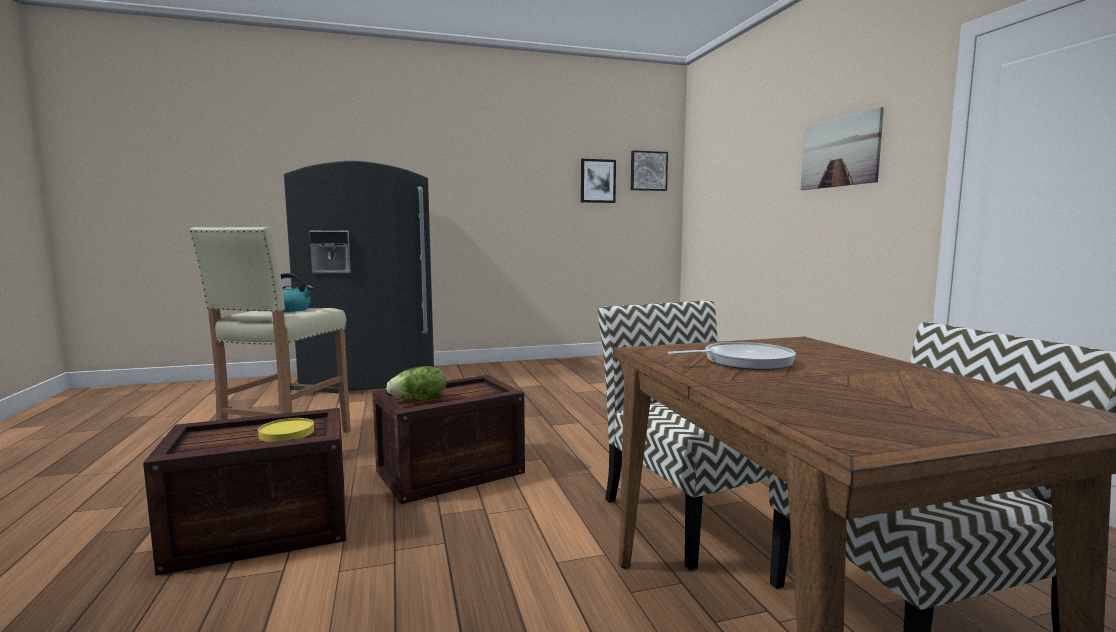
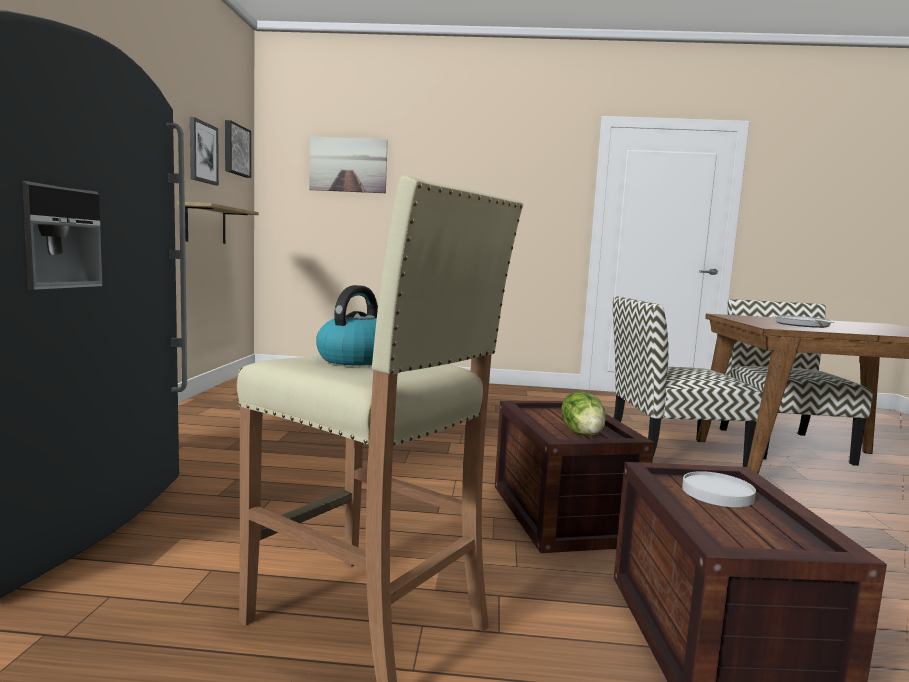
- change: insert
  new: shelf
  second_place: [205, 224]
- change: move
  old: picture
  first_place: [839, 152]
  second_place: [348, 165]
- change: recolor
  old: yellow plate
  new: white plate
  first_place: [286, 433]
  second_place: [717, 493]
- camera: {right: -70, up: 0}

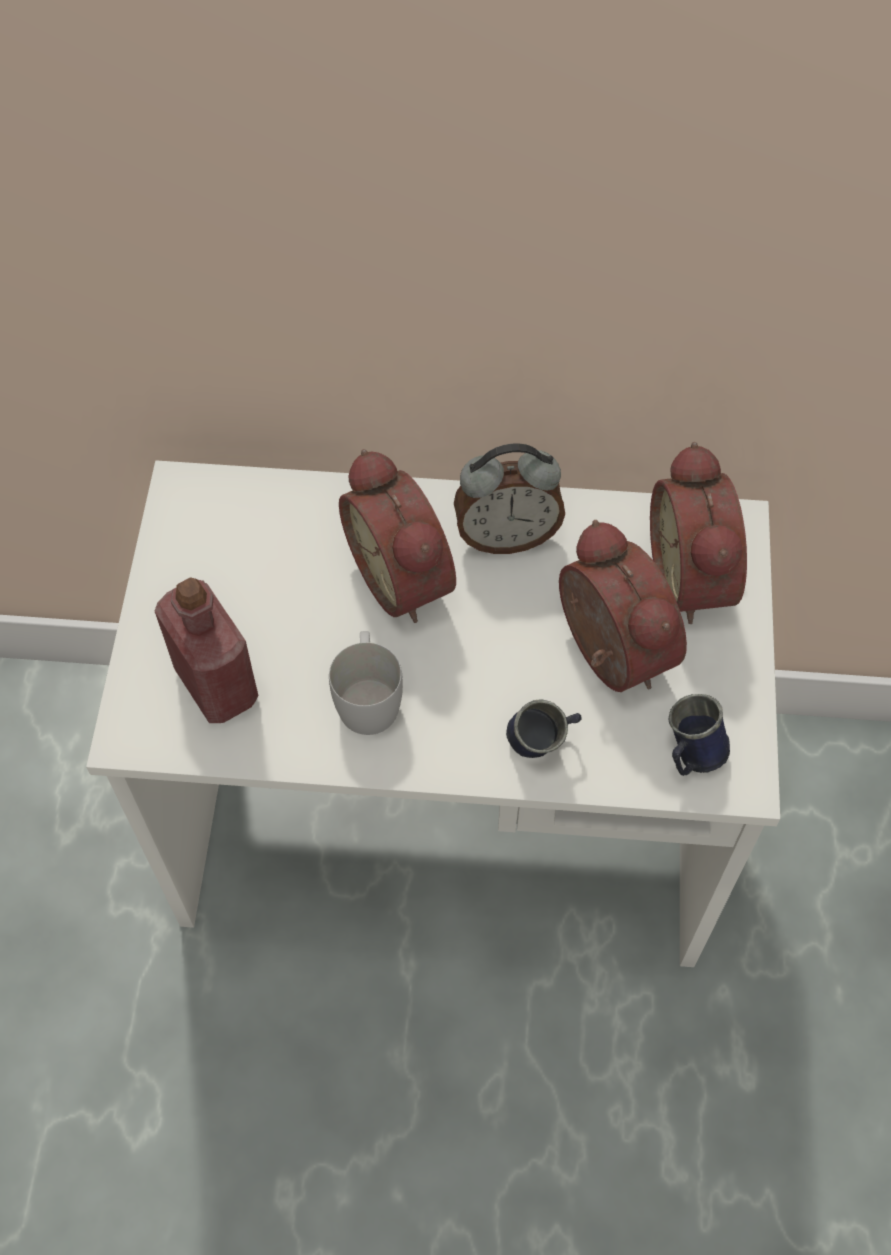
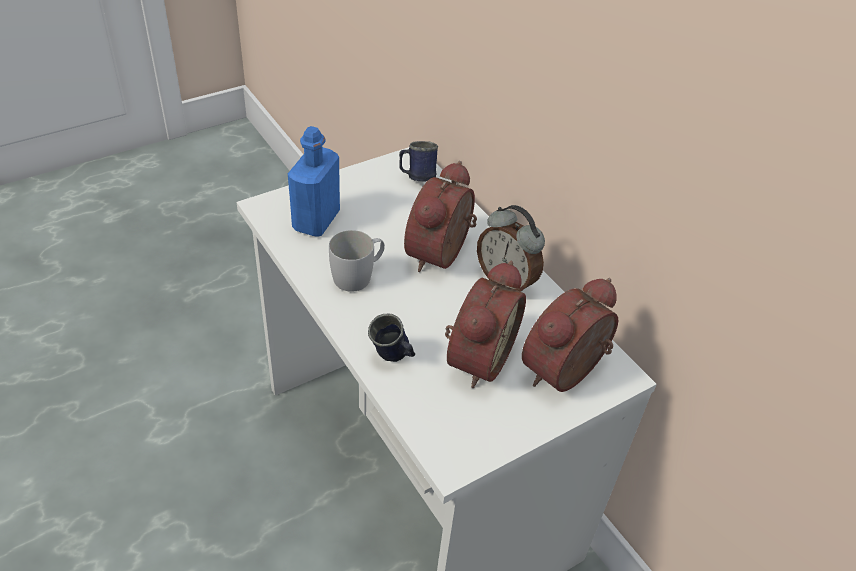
- change: recolor
  old: red bottle
  new: blue bottle
  first_place: [217, 685]
  second_place: [316, 220]
- change: move
  old: blue mug
  first_place: [689, 756]
  second_place: [417, 177]
- camera: {right: 50, up: -15}

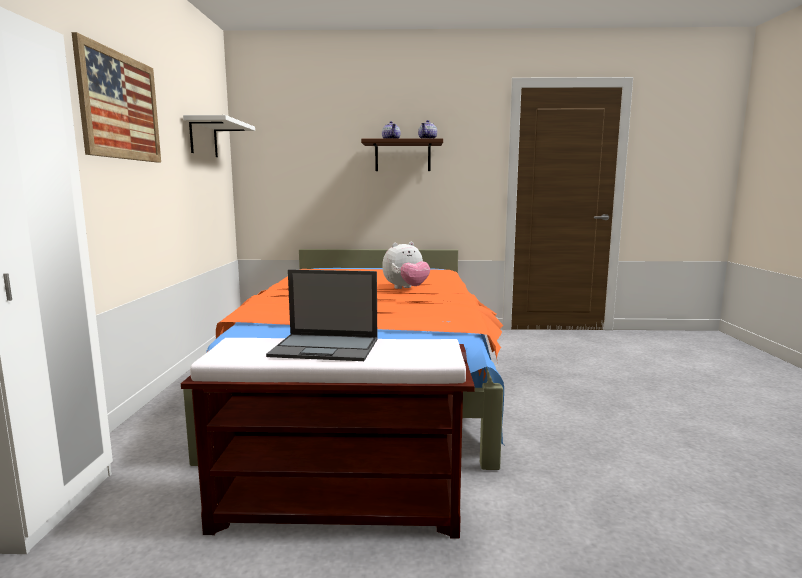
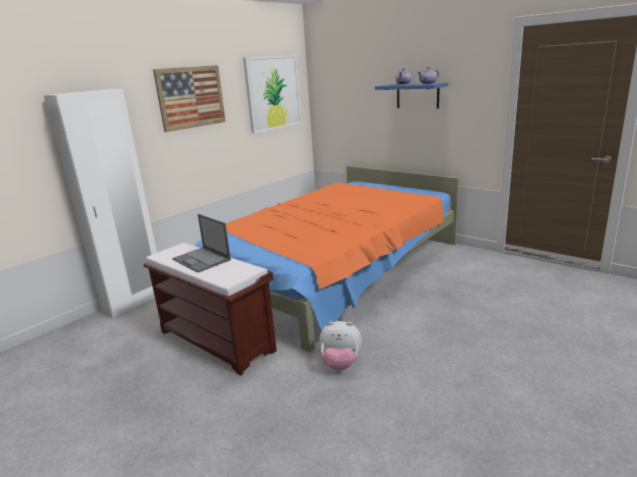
- change: replace
  old: white shelf
  new: picture
  first_place: [203, 138]
  second_place: [273, 93]
- change: move
  old: plush toy
  first_place: [406, 289]
  second_place: [341, 364]
- change: recolor
  old: brown shelf
  new: blue shelf
  first_place: [402, 156]
  second_place: [417, 95]
- camera: {right: 40, up: 10}

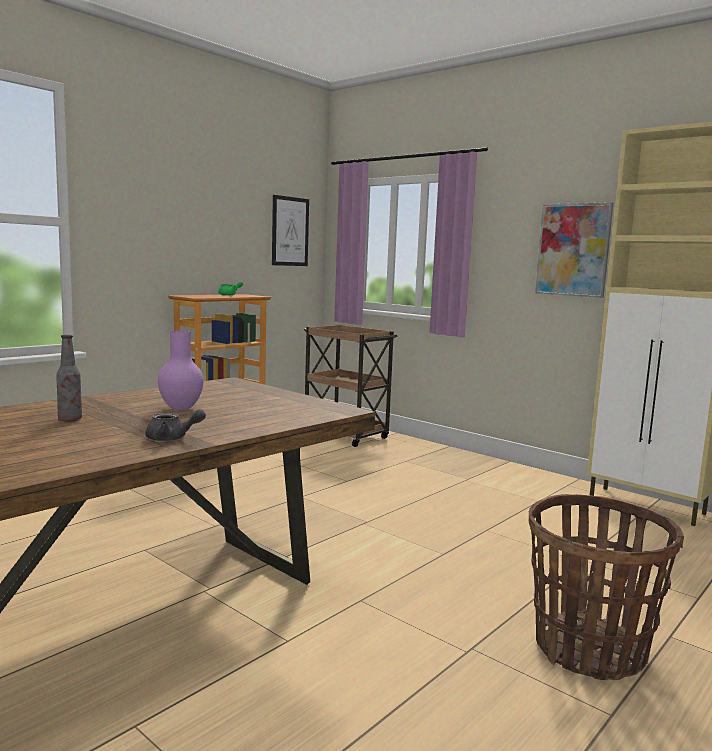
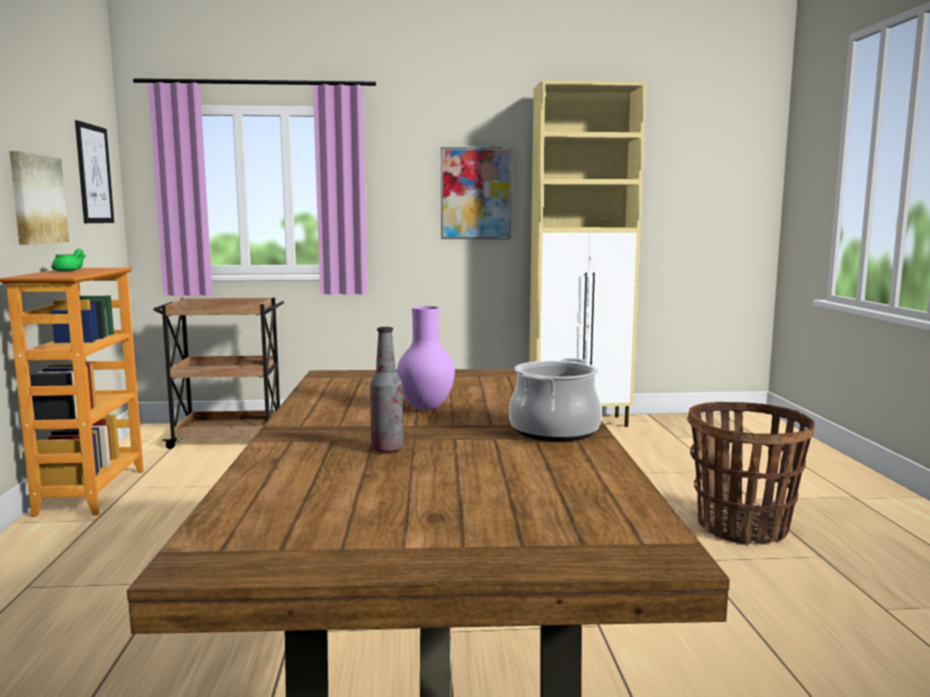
- change: insert
  new: picture
  second_place: [37, 199]
- change: replace
  old: grey teapot
  new: cooking pot
  first_place: [172, 438]
  second_place: [554, 430]
- camera: {right: -45, up: 0}

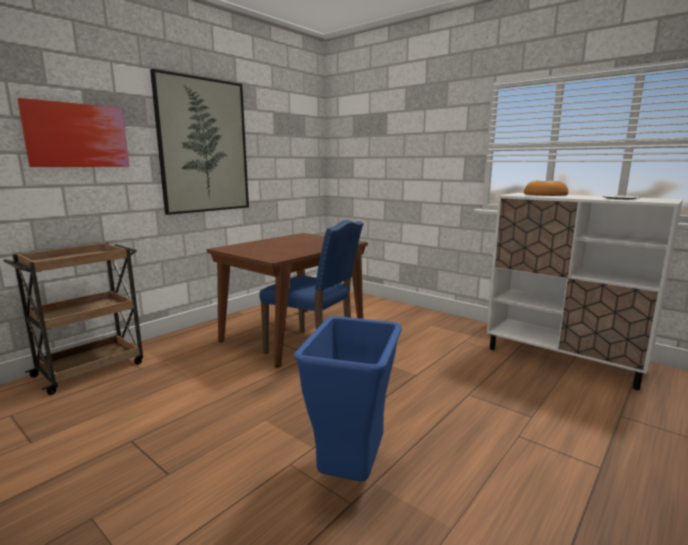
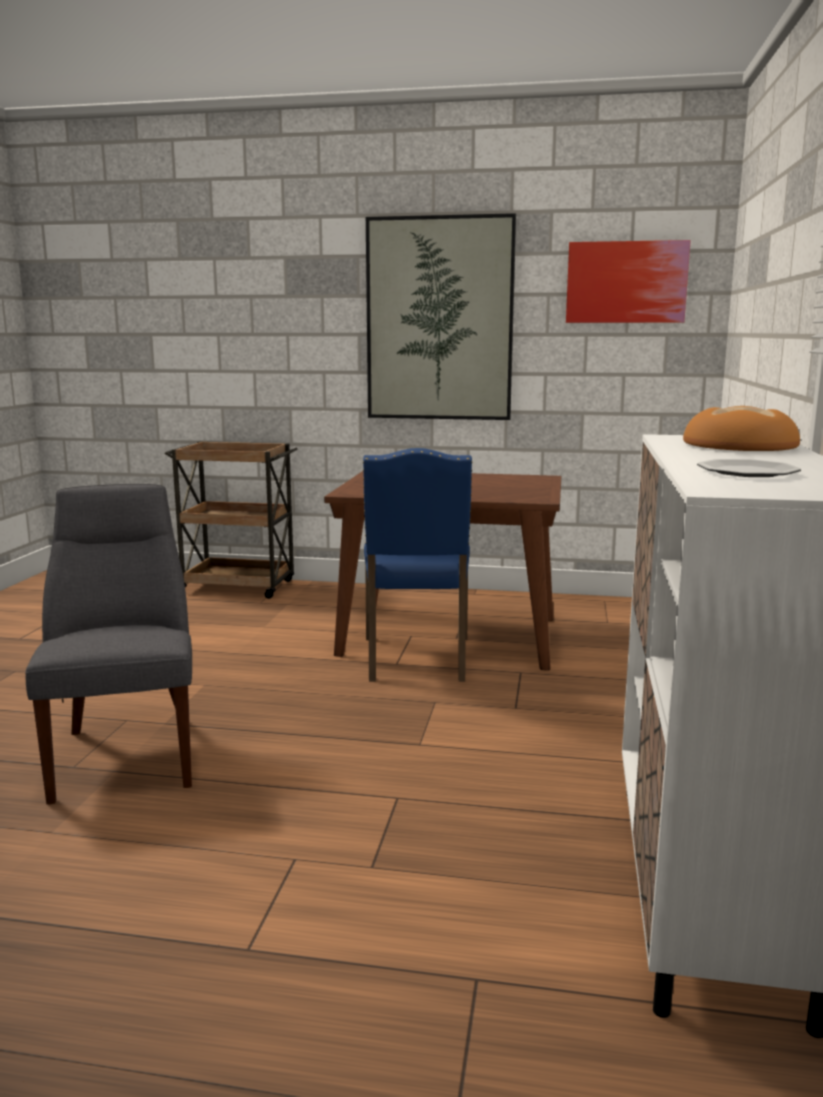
- change: replace
  old: blue trash can
  new: grey chair
  first_place: [350, 472]
  second_place: [127, 753]
- change: move
  old: picture
  first_place: [77, 135]
  second_place: [626, 282]
- camera: {right: 60, up: 0}

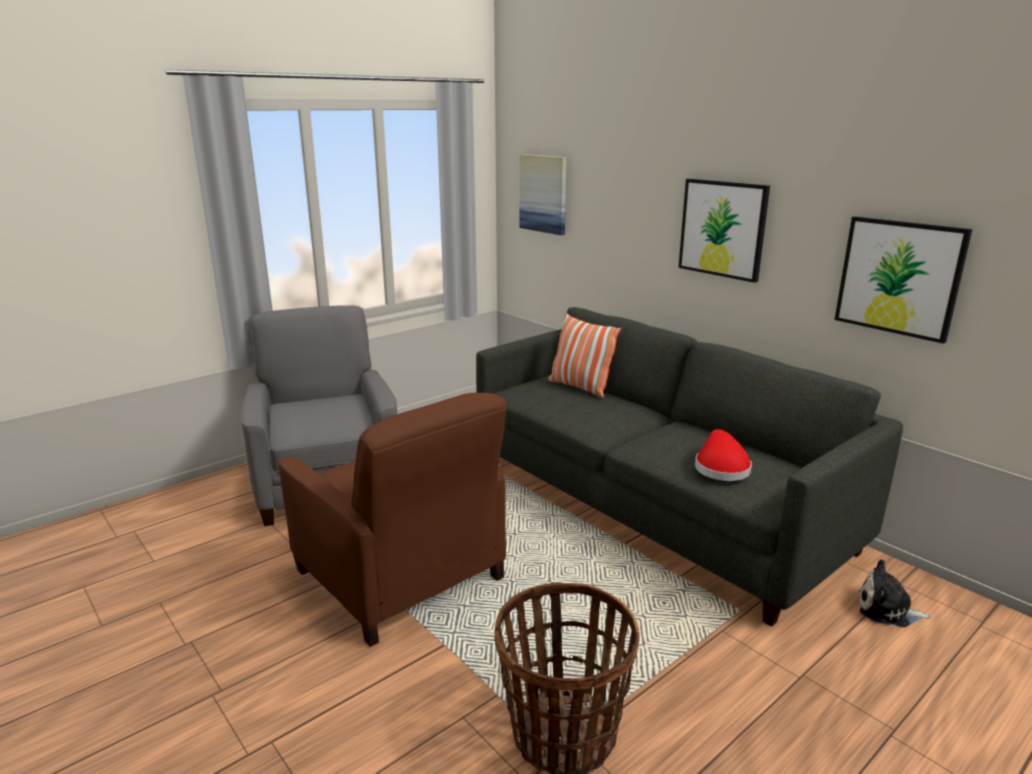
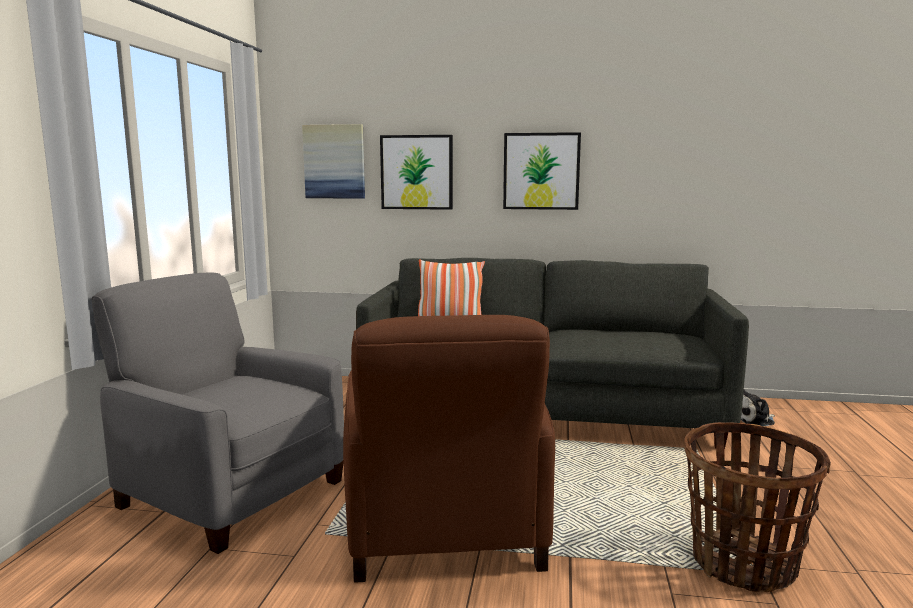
- change: rotate
  old: brown armchair
  first_place: [401, 575]
  second_place: [444, 529]
  degrees: 75
- change: move
  old: picture
  first_place: [899, 277]
  second_place: [417, 172]
- change: delete
  old: red hat
  first_place: [720, 467]
- camera: {right: -40, up: -10}

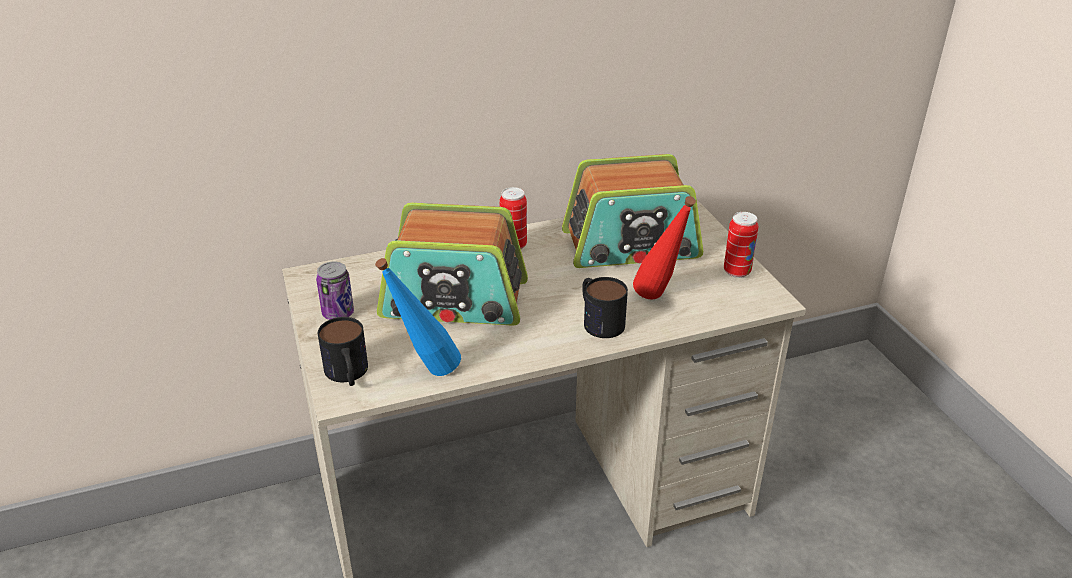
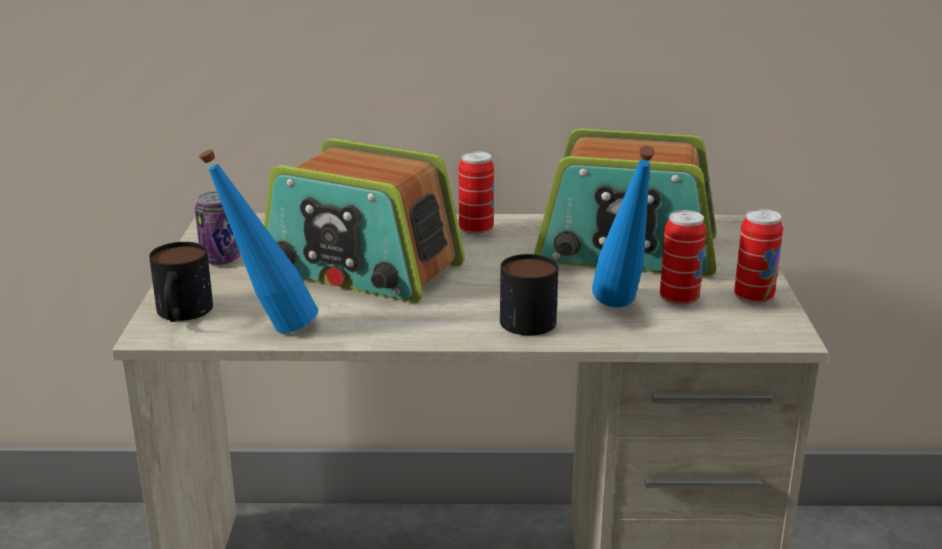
- change: recolor
  old: red bottle
  new: blue bottle
  first_place: [659, 300]
  second_place: [621, 310]
- change: insert
  new: can
  second_place: [679, 299]
- camera: {right: 20, up: -10}

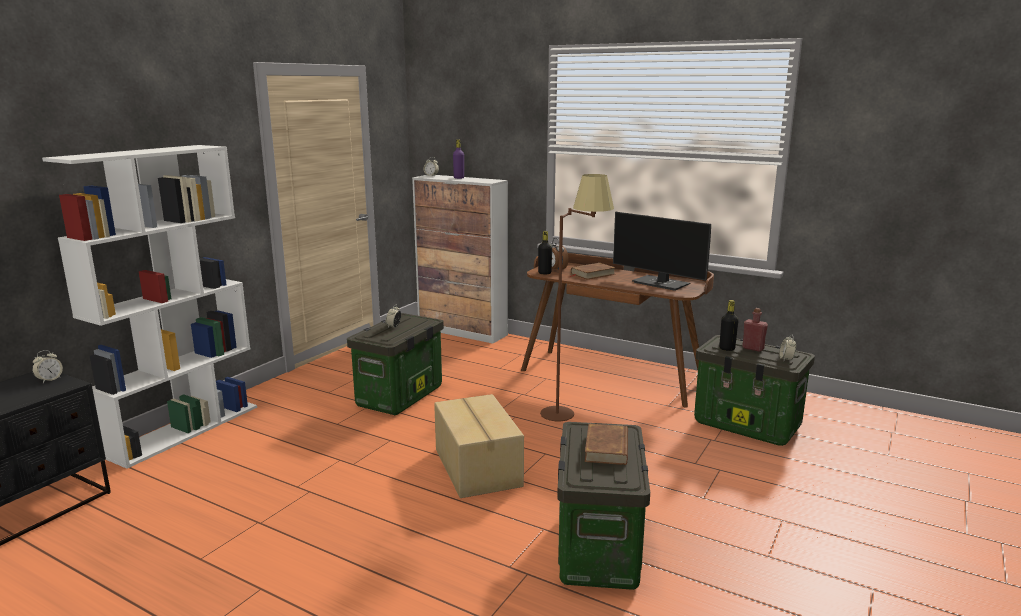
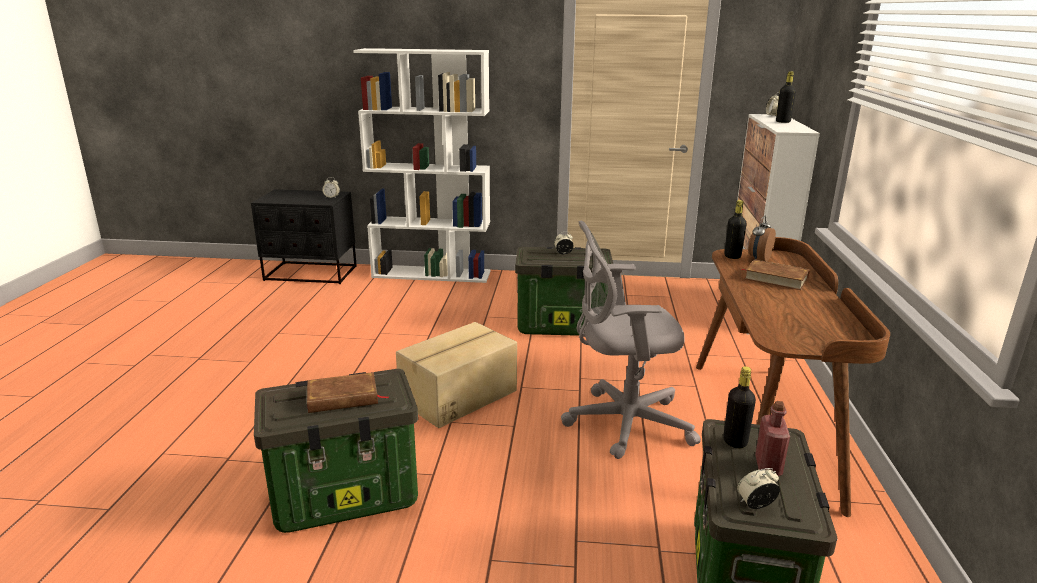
- change: replace
  old: brown floor lamp
  new: grey office chair
  first_place: [573, 414]
  second_place: [622, 423]
- change: recolor
  old: purple bottle
  new: black bottle
  first_place: [459, 178]
  second_place: [783, 122]
- change: delete
  old: monitor
  first_place: [662, 283]
- camera: {right: 65, up: 5}

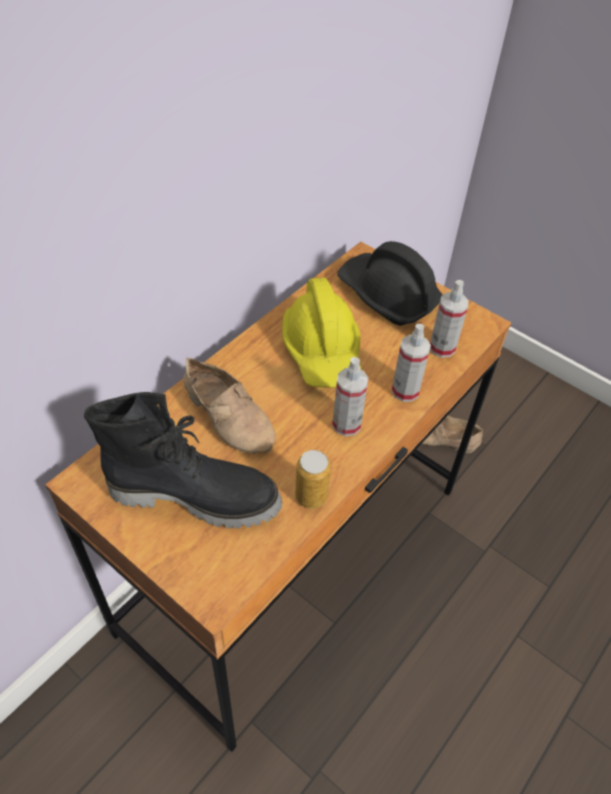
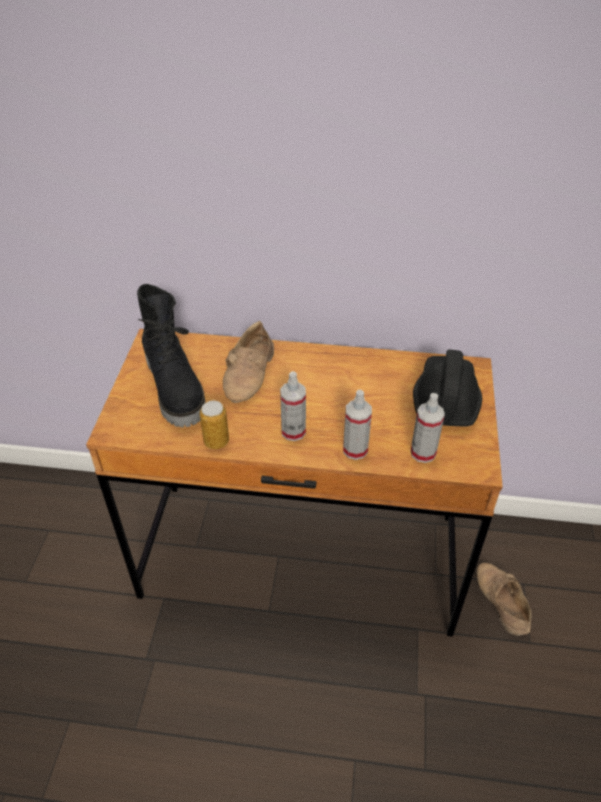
- change: delete
  old: yellow hard hat
  first_place: [323, 351]
- camera: {right: 60, up: -5}

